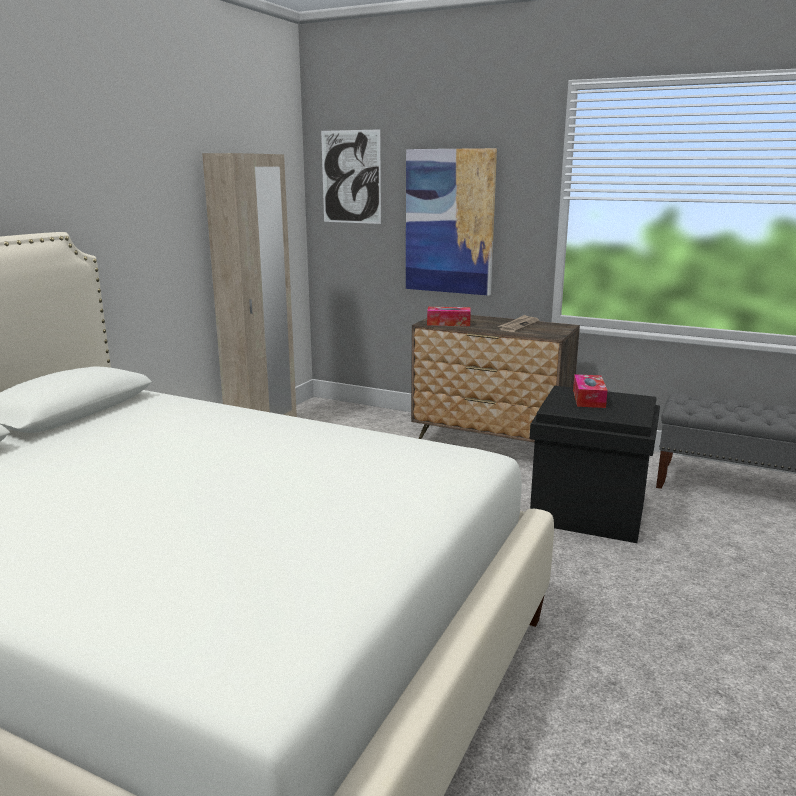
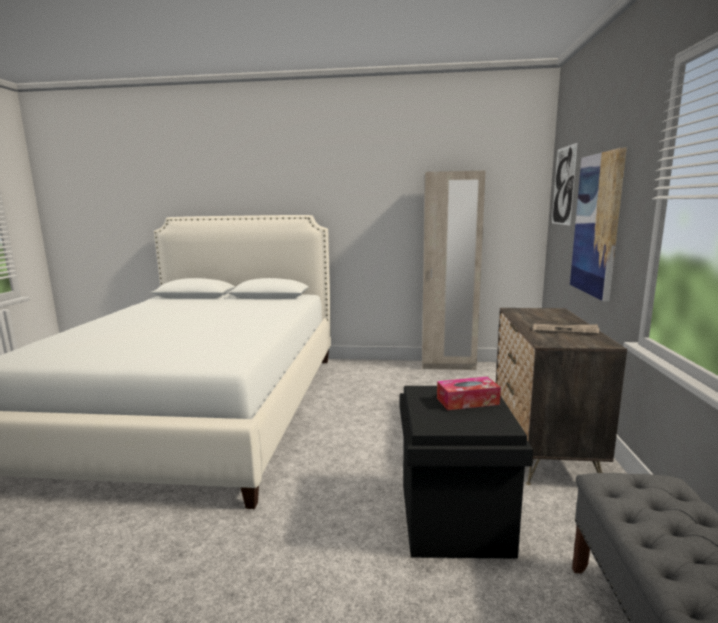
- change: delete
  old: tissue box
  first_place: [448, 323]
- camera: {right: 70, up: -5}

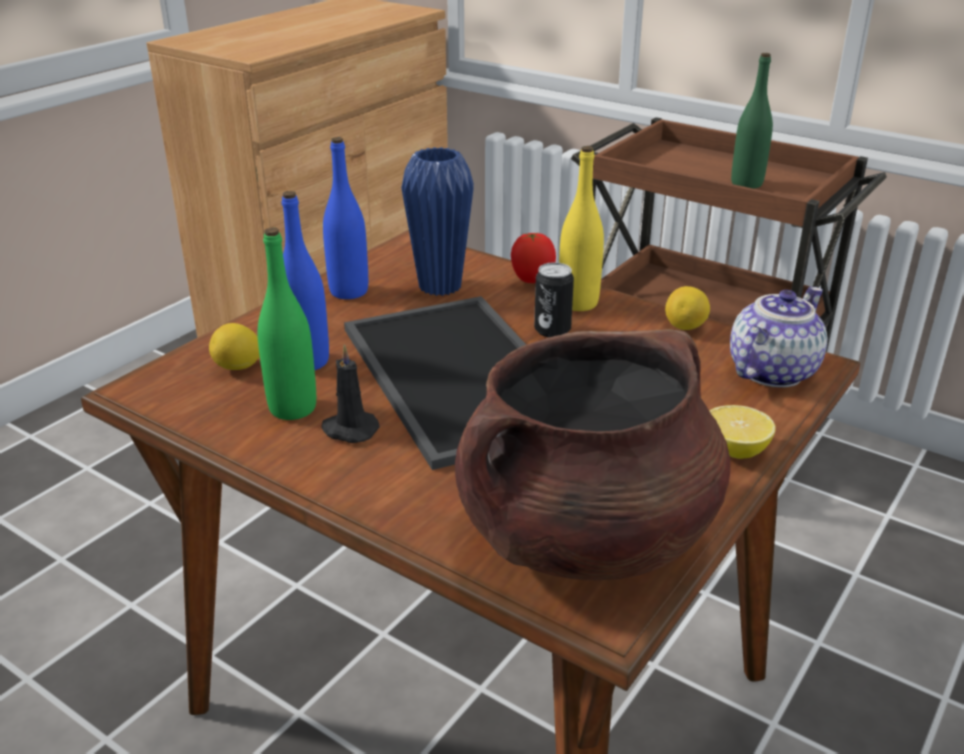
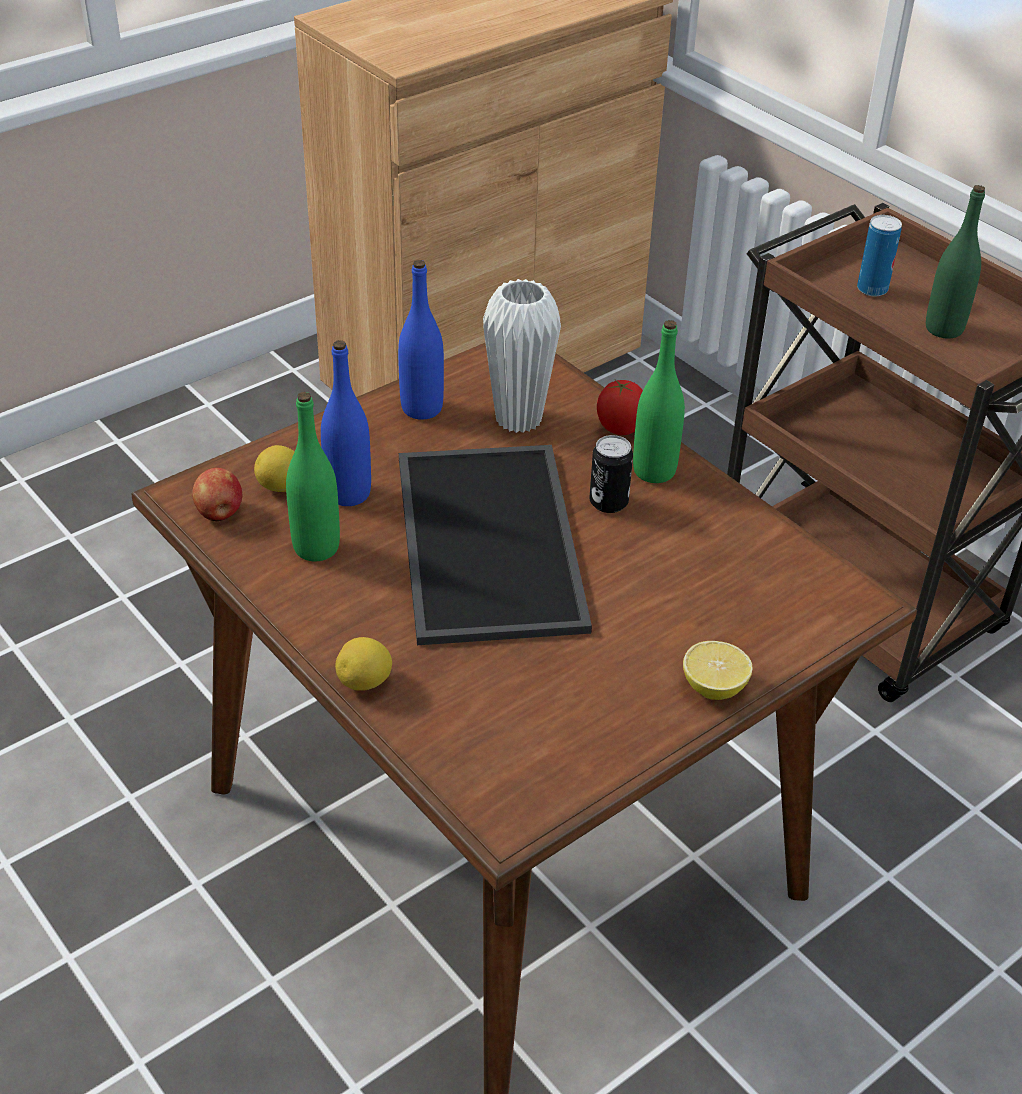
- change: insert
  new: apple
  second_place: [219, 513]
- change: move
  old: lemon
  first_place: [685, 328]
  second_place: [365, 682]
- change: recolor
  old: blue vase
  new: white vase
  first_place: [440, 286]
  second_place: [518, 419]
- change: recolor
  old: yellow bottle
  new: green bottle
  first_place: [578, 303]
  second_place: [654, 471]
- change: insert
  new: can
  second_place: [872, 289]
- change: delete
  old: black candle
  first_place: [349, 430]
- change: delete
  old: brown cooking pot
  first_place: [584, 536]
- change: delete
  old: teapot
  first_place: [770, 371]
- camera: {right: 15, up: 10}

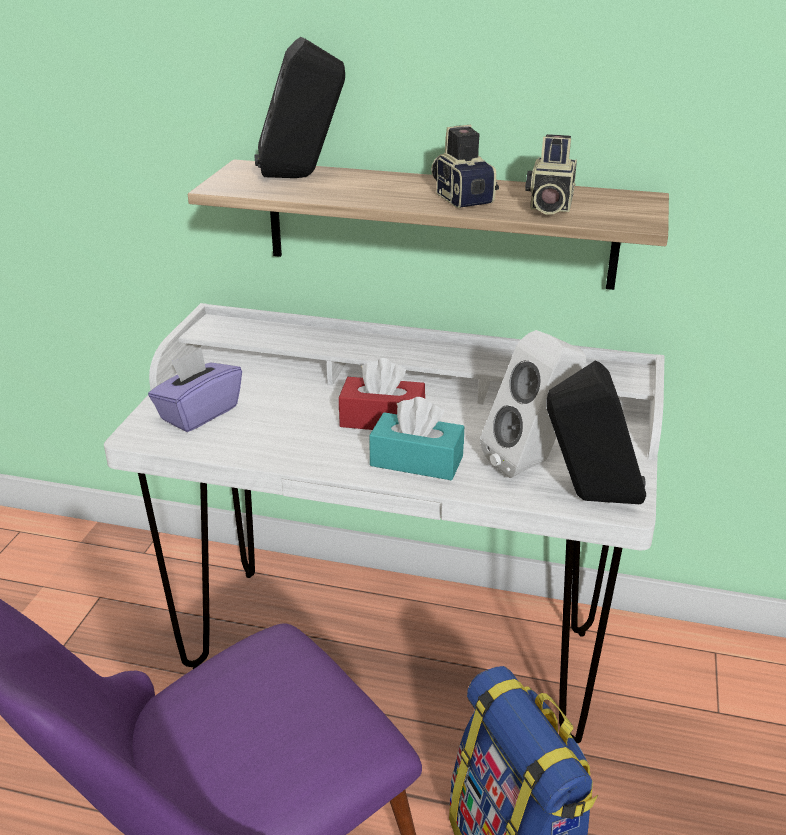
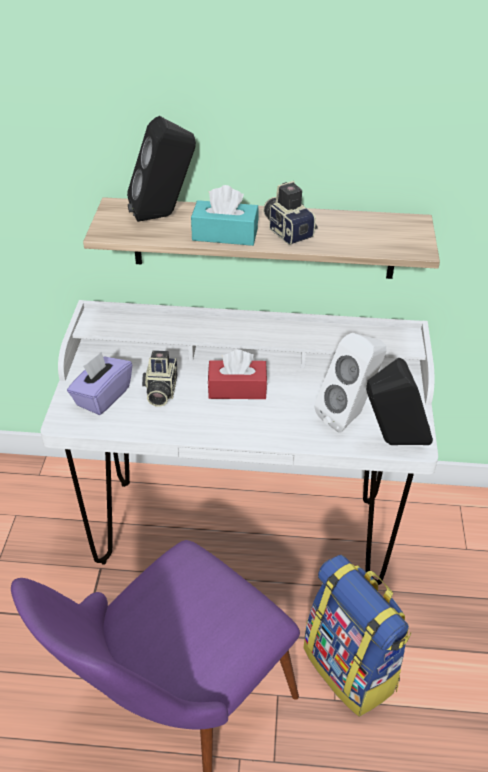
- change: move
  old: photo camera
  first_place: [548, 206]
  second_place: [160, 391]
- change: move
  old: turquoise tissue box
  first_place: [416, 461]
  second_place: [225, 234]
- camera: {right: -10, up: 10}

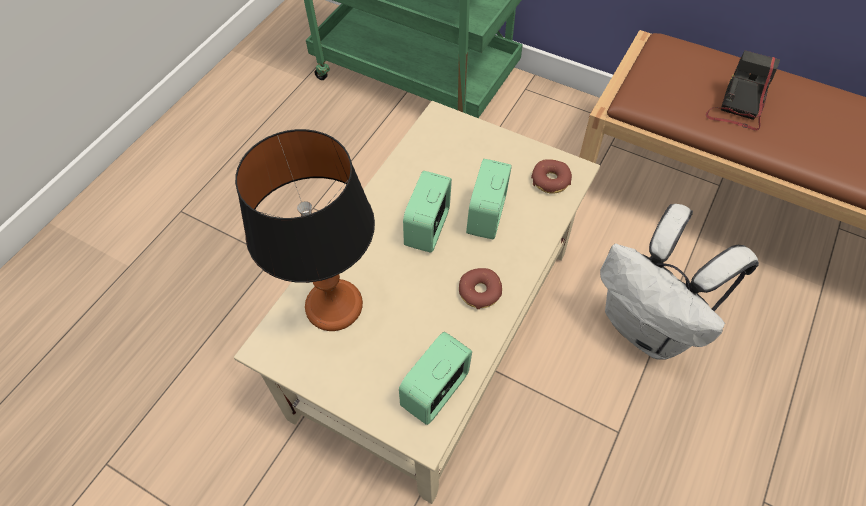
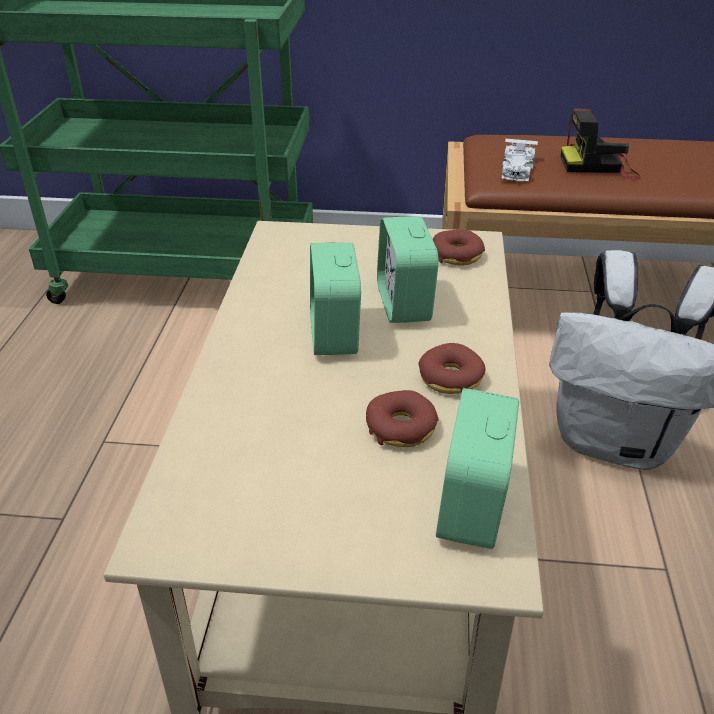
- change: insert
  new: donut
  second_place: [401, 427]
- change: insert
  new: white toy car
  second_place: [517, 169]
- change: rotate
  old: photo camera
  first_place: [738, 106]
  second_place: [599, 166]
  degrees: -90
- change: delete
  old: table lamp
  first_place: [335, 305]
- camera: {right: -25, up: -20}

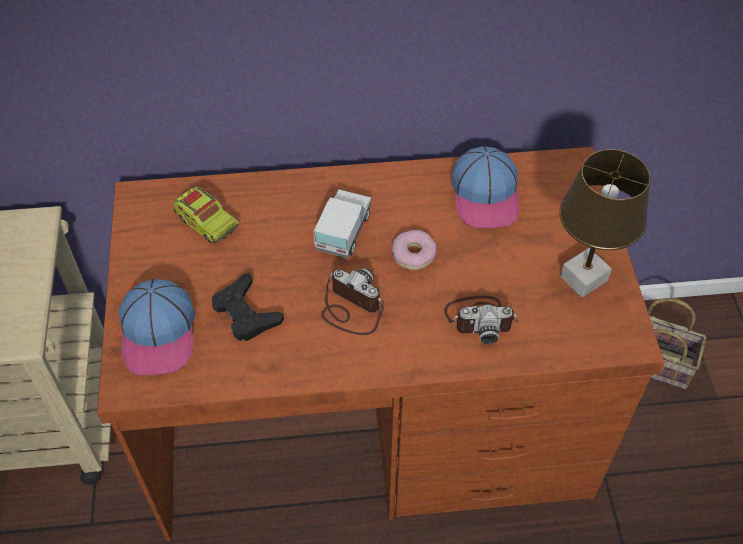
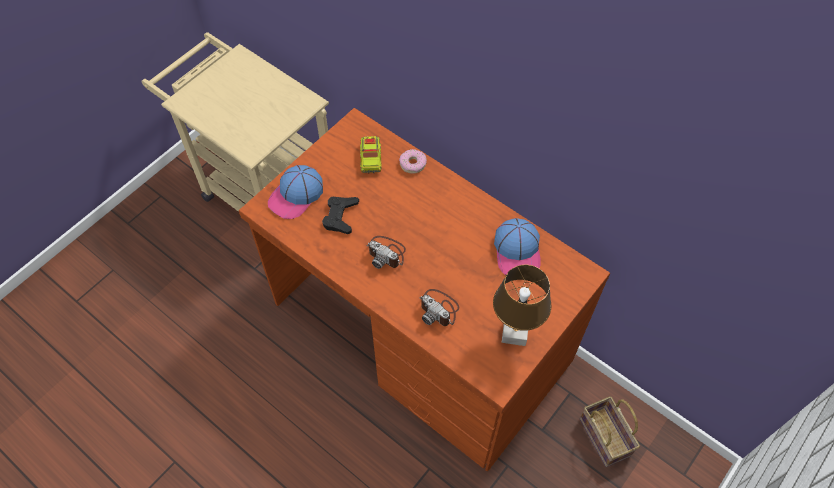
- change: rotate
  old: photo camera
  first_place: [351, 308]
  second_place: [387, 253]
  degrees: 135
- change: move
  old: donut
  first_place: [413, 254]
  second_place: [413, 164]
- change: rotate
  old: cap
  first_place: [486, 195]
  second_place: [517, 251]
  degrees: -45
- change: delete
  old: toy truck
  first_place: [343, 232]
- camera: {right: 45, up: 5}

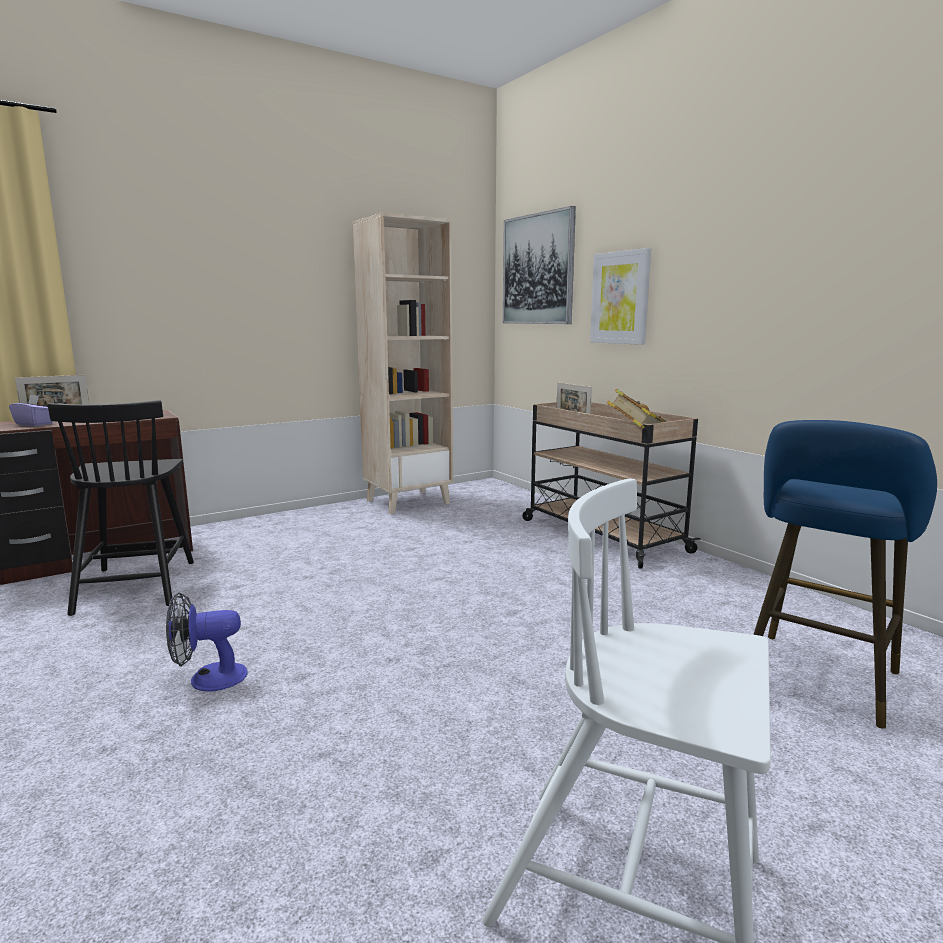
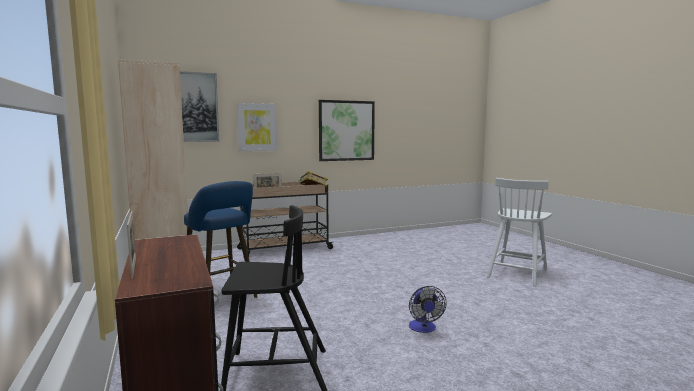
- change: move
  old: blue stool
  first_place: [817, 681]
  second_place: [222, 298]
- change: insert
  new: picture
  second_place: [346, 130]
- change: delete
  old: purple tissue box
  first_place: [35, 424]
- camera: {right: -80, up: -5}

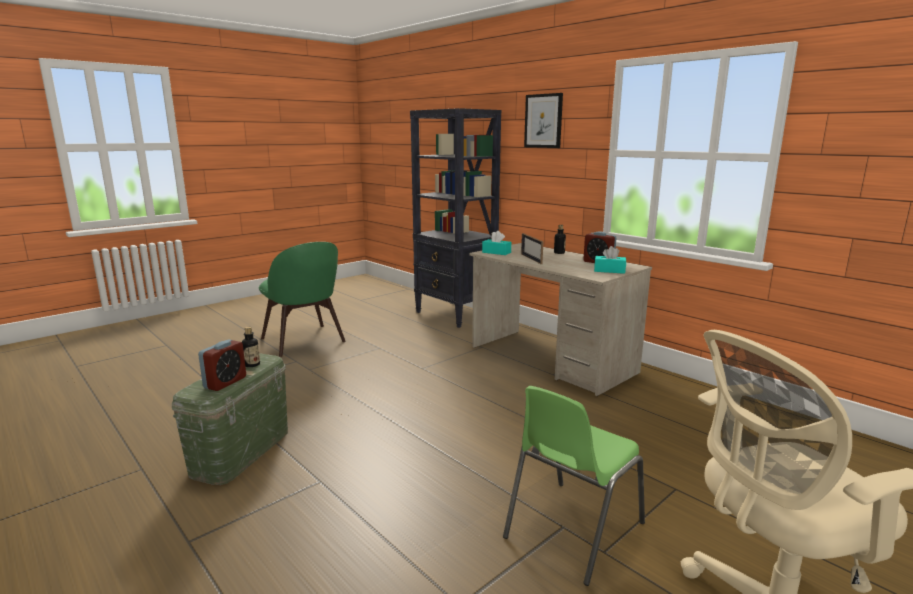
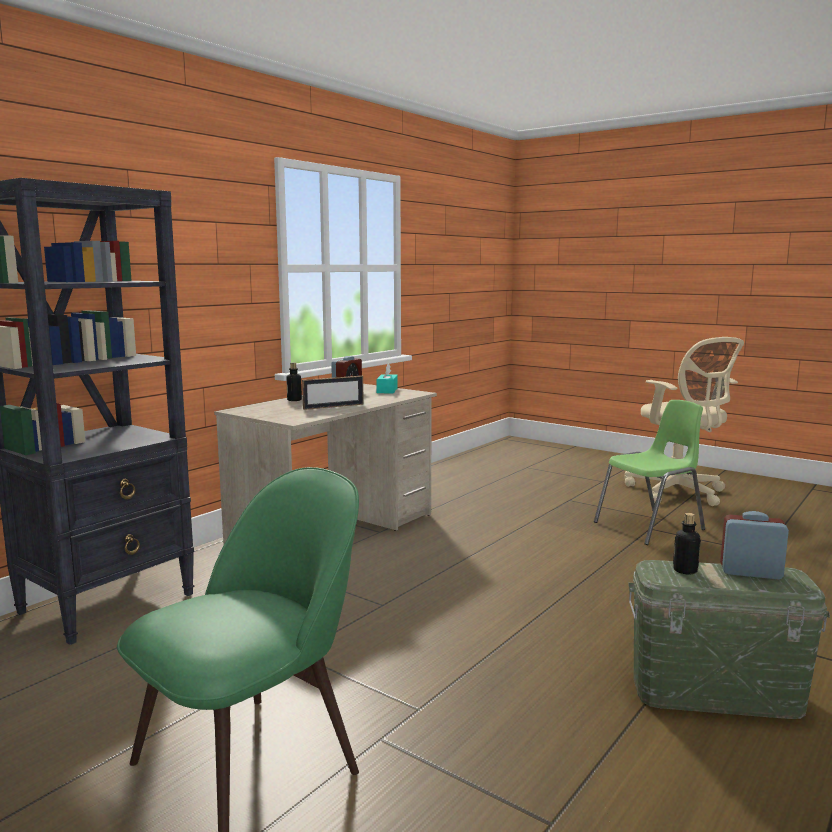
- change: rotate
  old: green chair
  first_place: [571, 530]
  second_place: [651, 526]
  degrees: -60
- change: delete
  old: turquoise tissue box
  first_place: [496, 252]
- change: delete
  old: picture
  first_place: [543, 121]
- camera: {right: -100, up: -5}

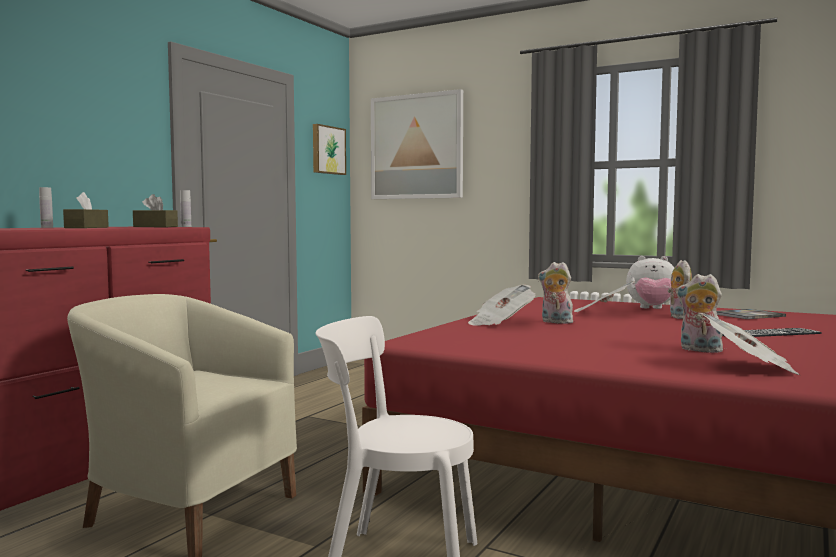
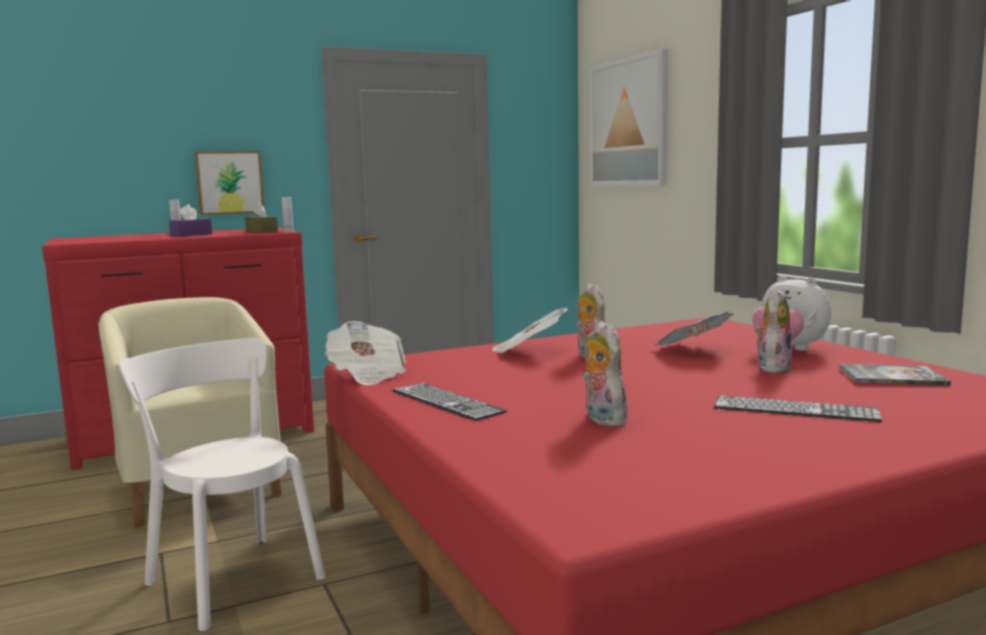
- change: recolor
  old: brown tissue box
  new: purple tissue box
  first_place: [86, 227]
  second_place: [191, 235]
- change: move
  old: picture
  first_place: [327, 150]
  second_place: [229, 182]
- change: move
  old: newspaper
  first_place: [749, 368]
  second_place: [367, 375]
- change: insert
  new: keyboard
  second_place: [446, 401]
- camera: {right: 35, up: 5}

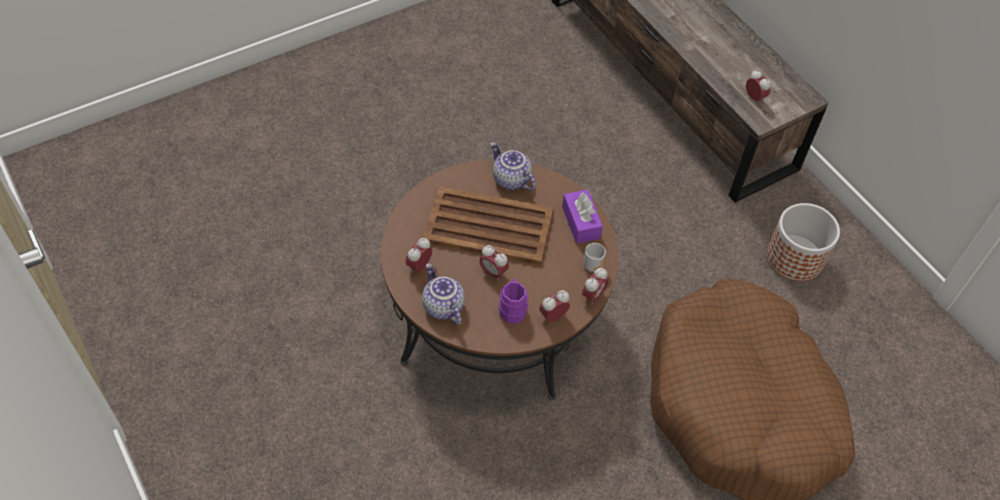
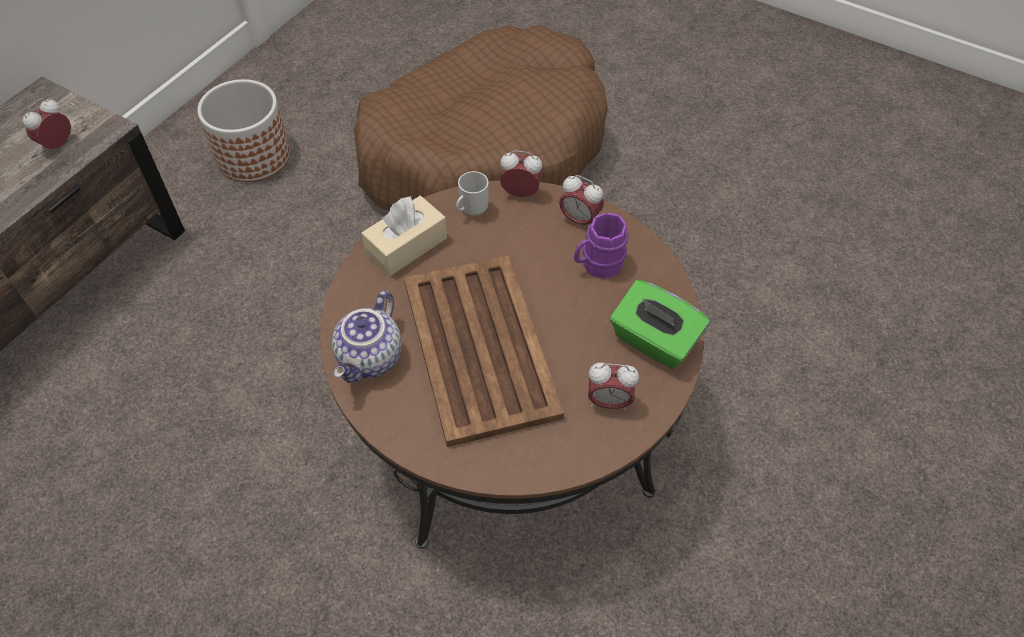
- change: recolor
  old: purple tissue box
  new: beige tissue box
  first_place: [581, 222]
  second_place: [406, 246]
- change: replace
  old: teapot
  new: green tissue box
  first_place: [442, 306]
  second_place: [653, 341]
- change: delete
  old: alarm clock
  first_place: [493, 273]
- camera: {right: -115, up: 0}

